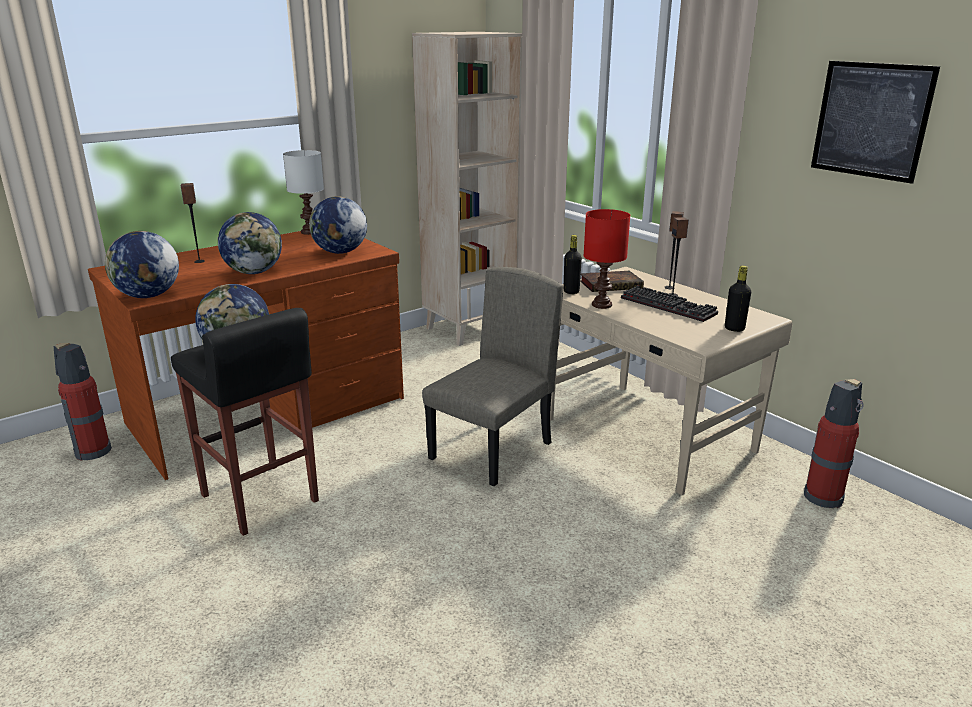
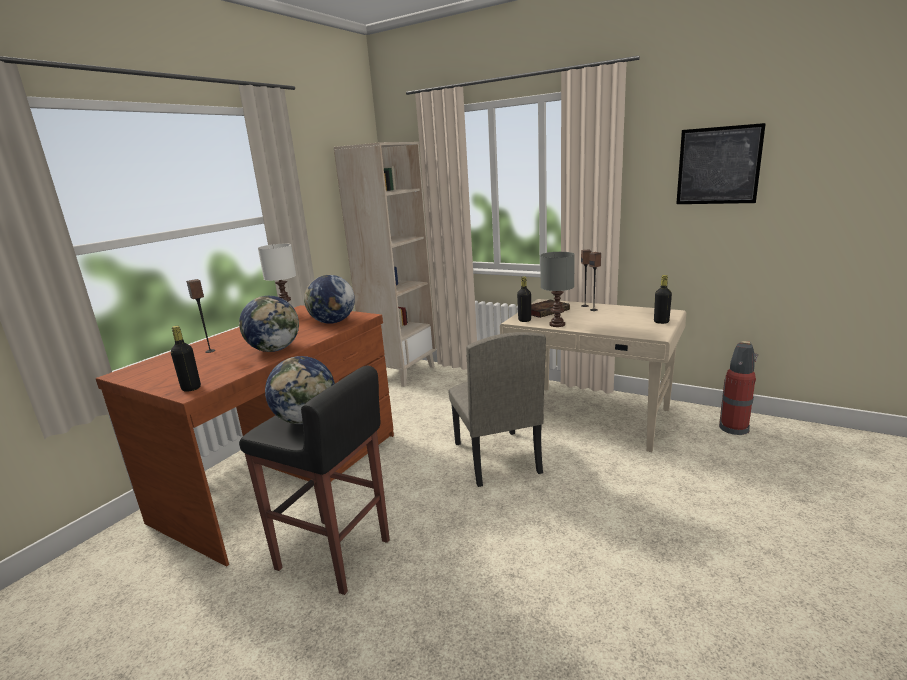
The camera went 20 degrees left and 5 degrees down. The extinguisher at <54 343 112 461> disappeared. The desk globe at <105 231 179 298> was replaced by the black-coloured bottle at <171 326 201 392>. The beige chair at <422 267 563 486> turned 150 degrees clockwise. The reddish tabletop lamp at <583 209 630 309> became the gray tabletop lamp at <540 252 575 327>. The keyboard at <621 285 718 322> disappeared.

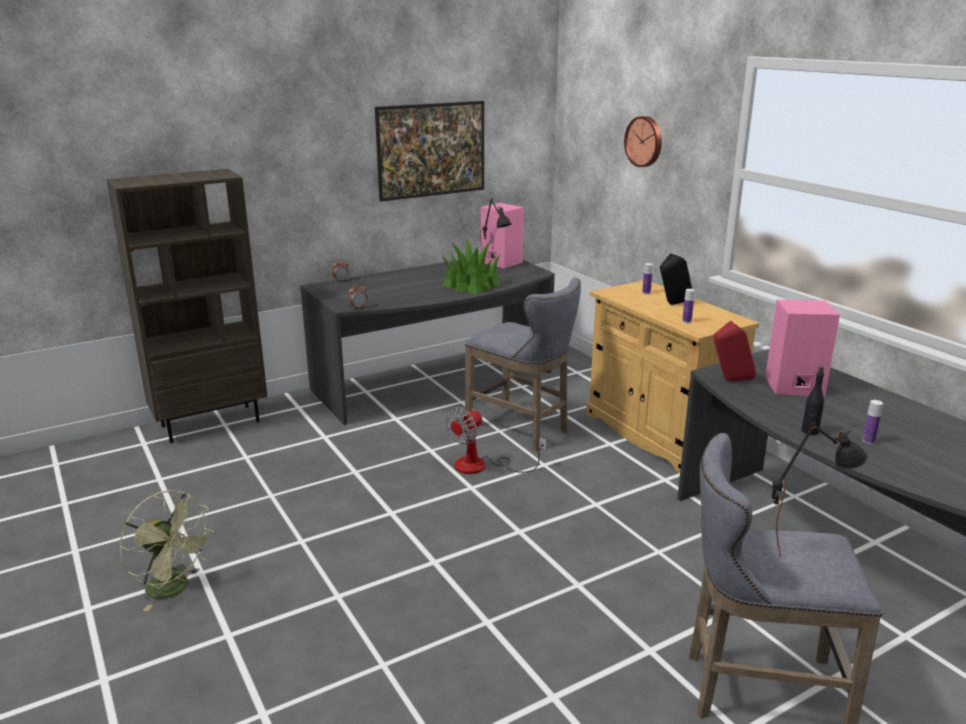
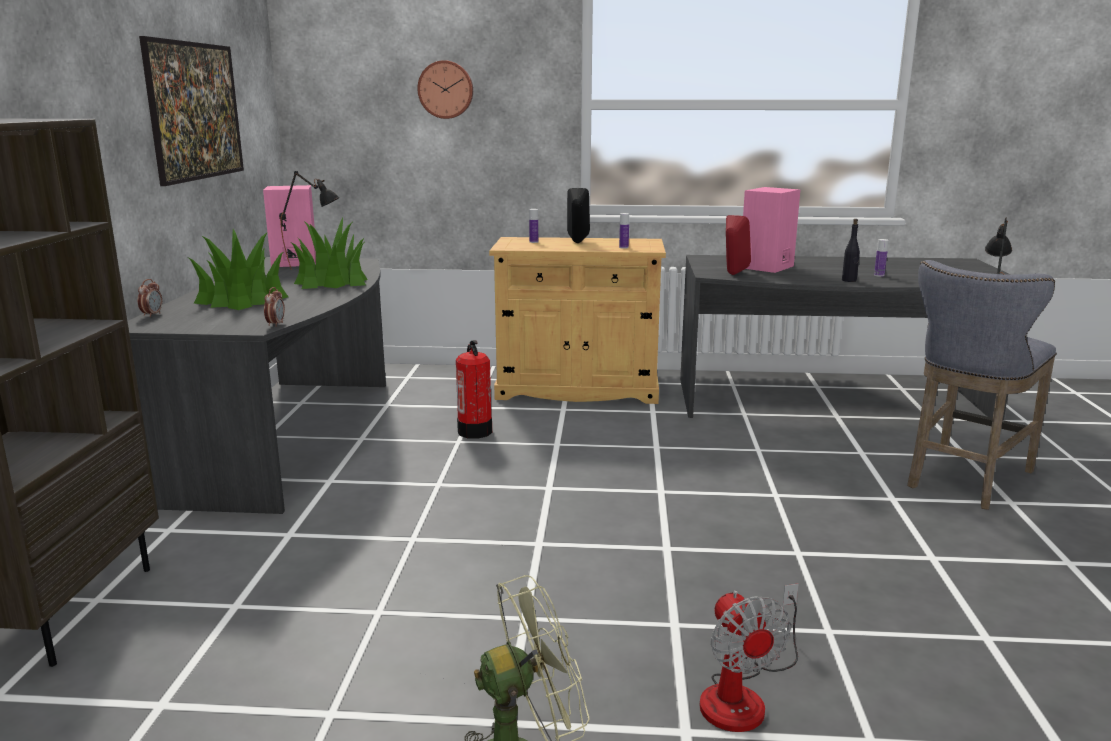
The camera went 55 degrees left and 5 degrees down. The fan moved from <445 407 546 474> to <700 584 799 732>. The gray sitting stool at <465 277 581 451> was replaced by the extinguisher at <456 340 492 439>. The plant in a pot at <189 229 288 310> appeared.

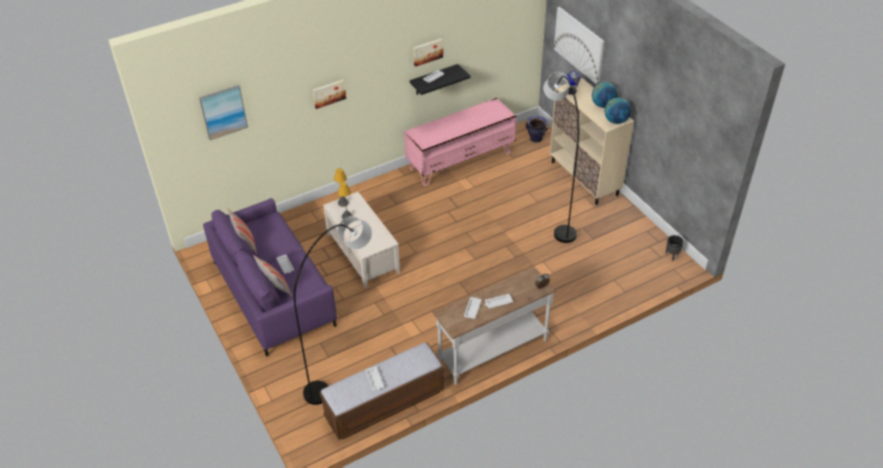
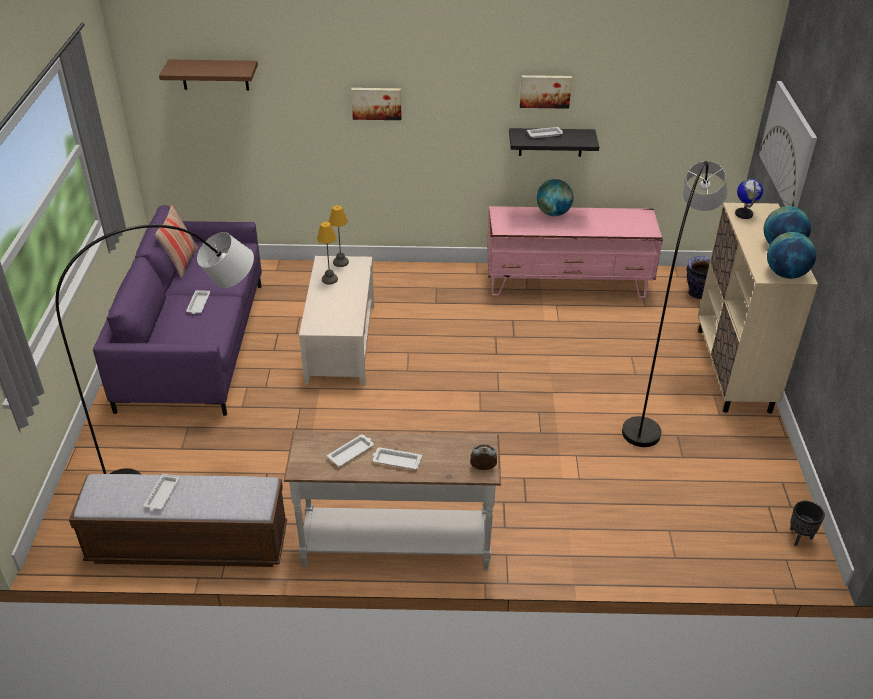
The camera went 30 degrees right and 5 degrees down. The wall picture at <199 85 248 140> was replaced by the brownish bracket shelf at <159 60 258 91>. The cushion at <253 255 292 296> disappeared. The desk globe at <536 179 573 216> appeared.

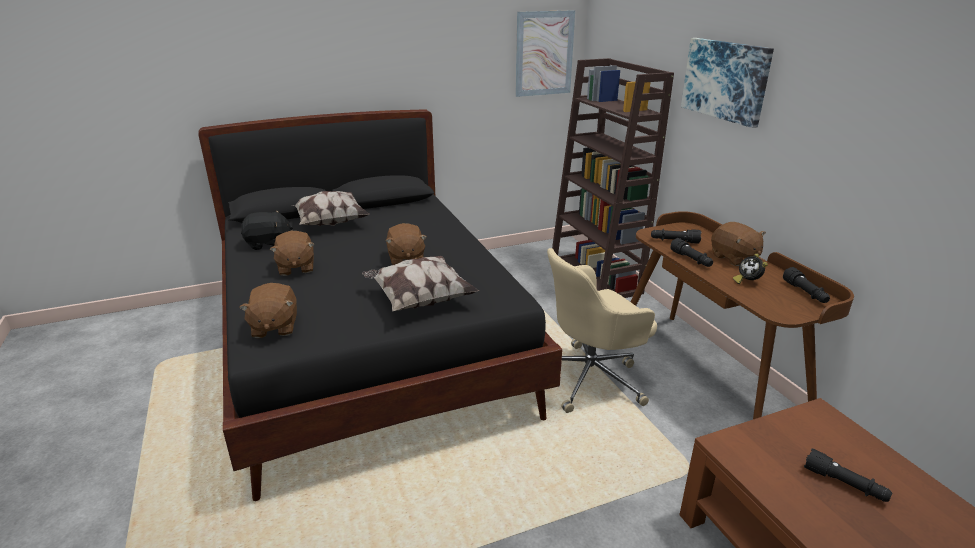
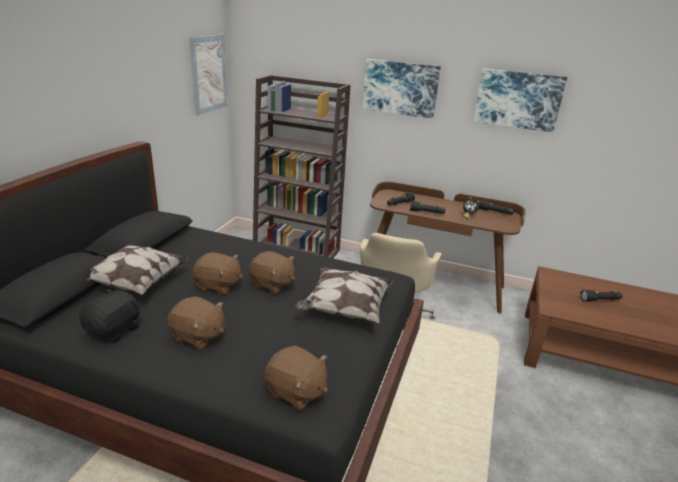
The camera went 50 degrees left and 0 degrees up. The brownish cuddly toy moved from <711 222 766 266> to <193 252 243 295>. The wall picture at <473 68 567 132> appeared.

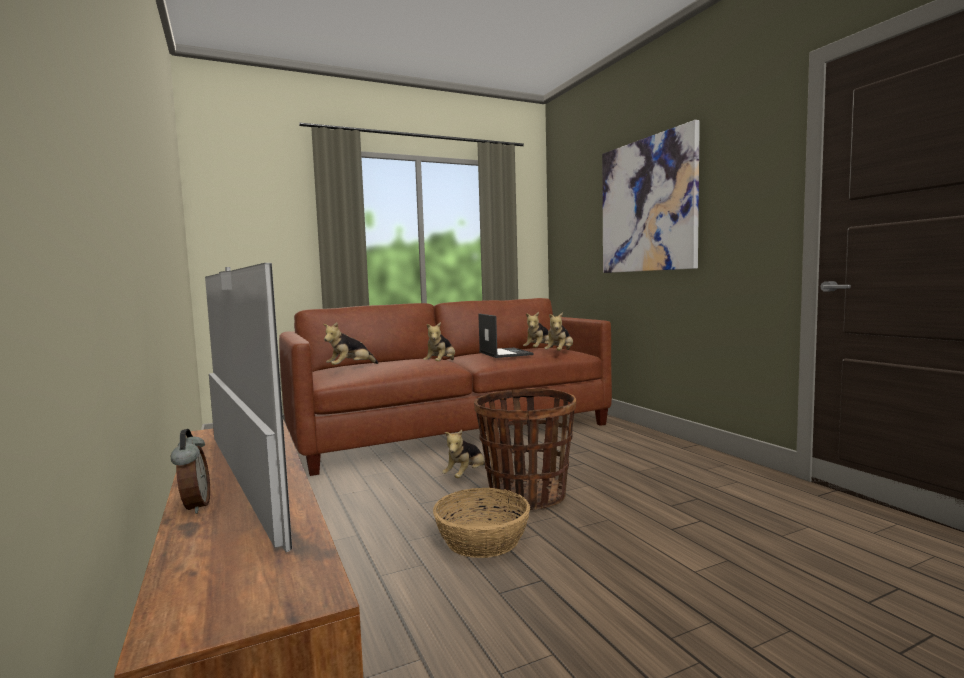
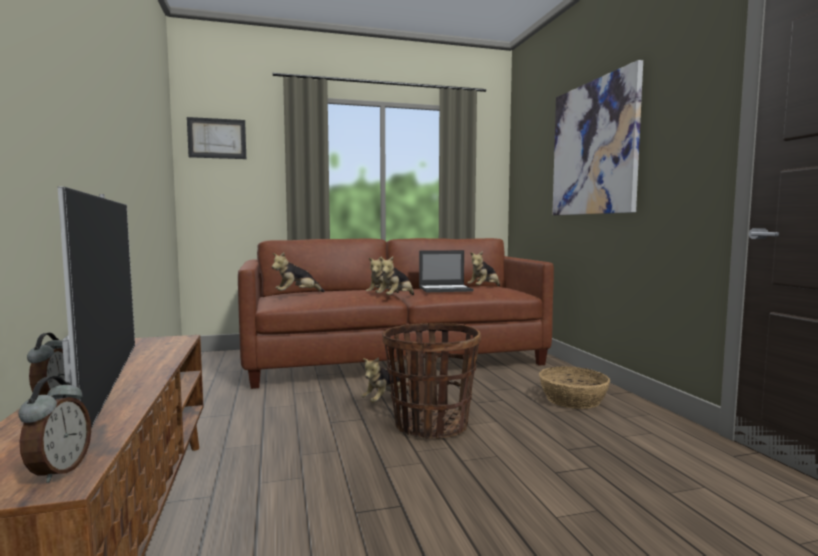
The camera went 10 degrees right and 0 degrees up. The household basket moved from <433 488 530 558> to <539 366 610 409>. The portable computer at <478 313 534 358> turned 90 degrees clockwise. The cuddly toy moved from <544 312 573 351> to <377 256 414 295>. The alarm clock at <19 376 91 483> appeared. The wall picture at <187 117 246 159> appeared.

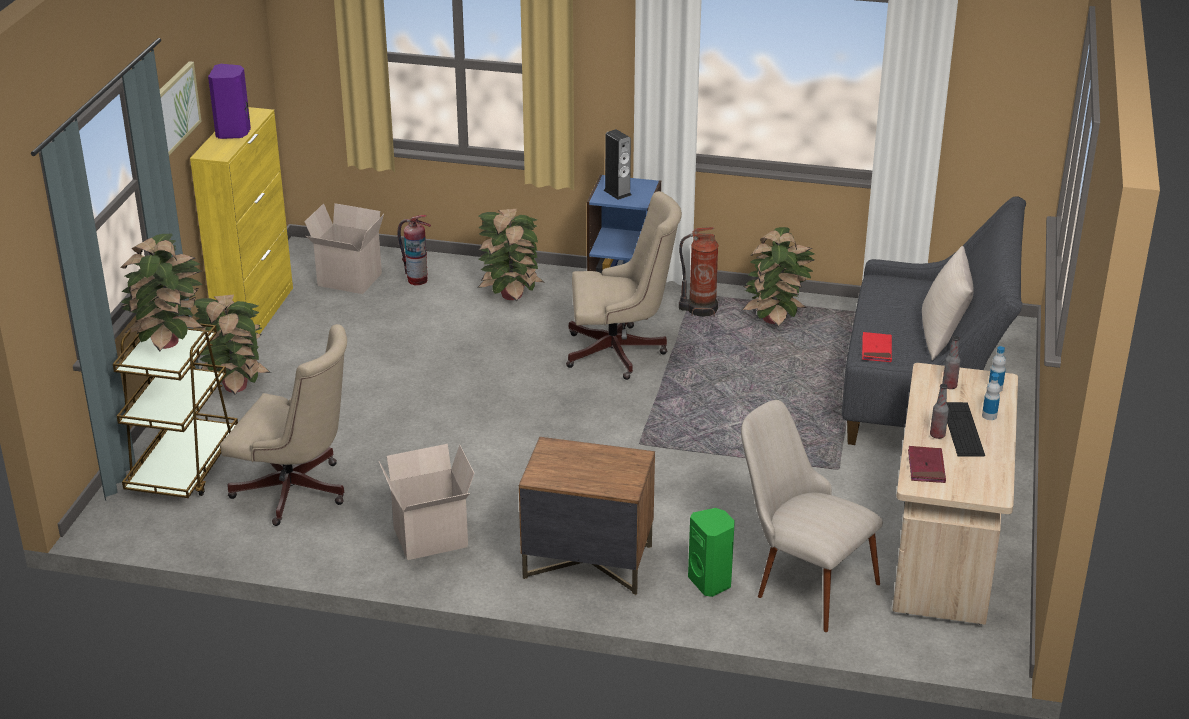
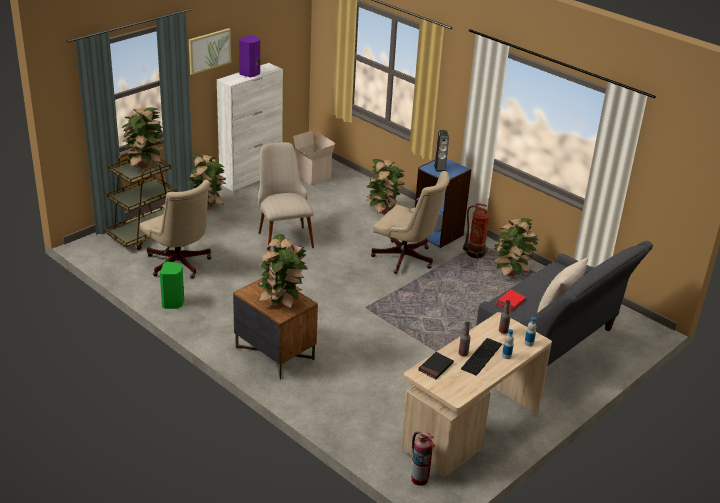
The camera went 30 degrees right and 0 degrees up. The yellowish cabinet at <190 107 293 334> became the white-coloured cabinet at <217 63 283 191>. The carton at <379 444 474 560> disappeared. The extinguisher moved from <397 215 431 286> to <411 431 436 486>. The green speaker moved from <688 508 735 597> to <160 261 184 309>. The beige chair moved from <741 400 883 632> to <258 142 314 250>. The reddish bound book at <908 446 946 483> became the black-coloured bound book at <418 352 454 379>. The plant in a pot at <258 234 308 309> appeared.

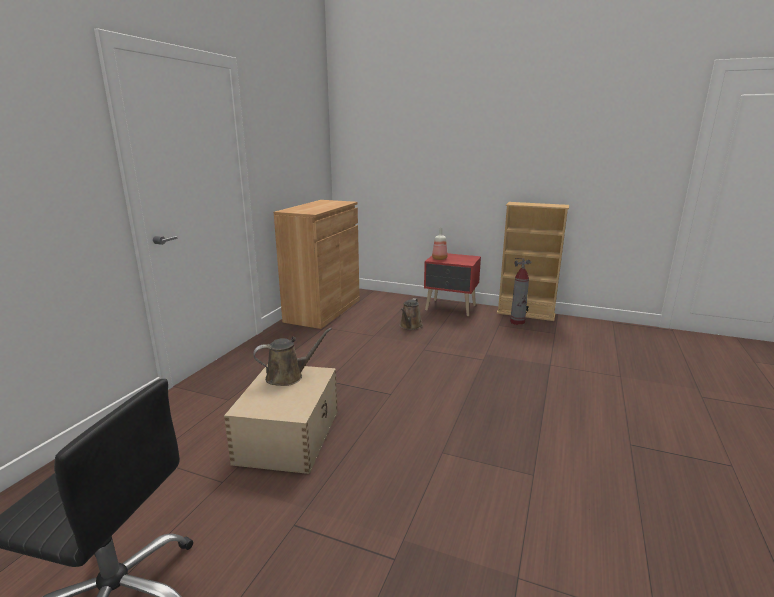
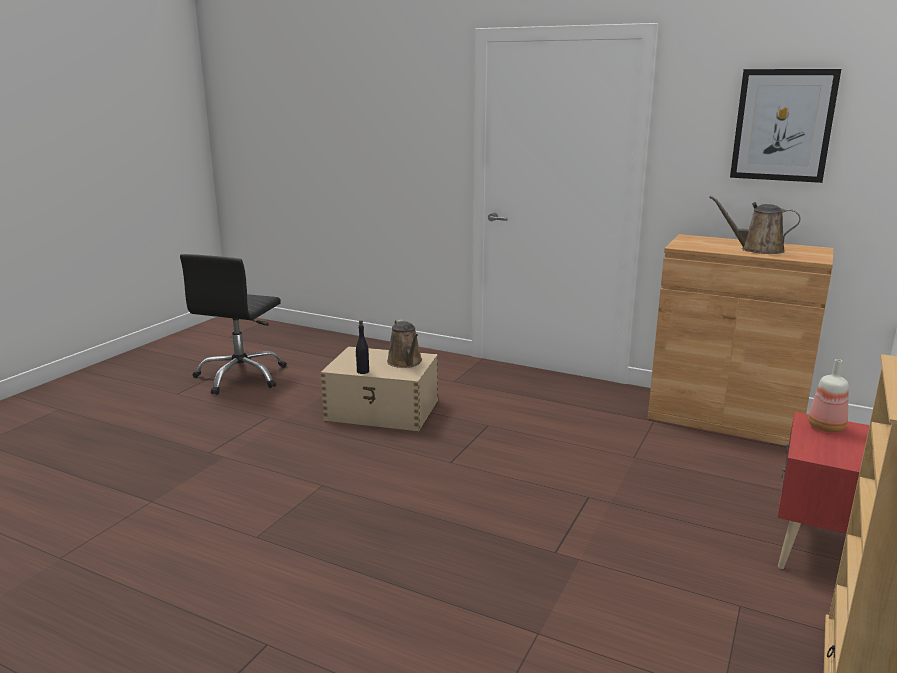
The camera went 95 degrees right and 0 degrees up. The brownish watering can moved from <400 298 423 330> to <709 195 801 254>. The extinguisher at <510 258 532 325> disappeared. The black-coloured bottle at <355 321 369 374> appeared. The wall picture at <730 69 841 183> appeared.

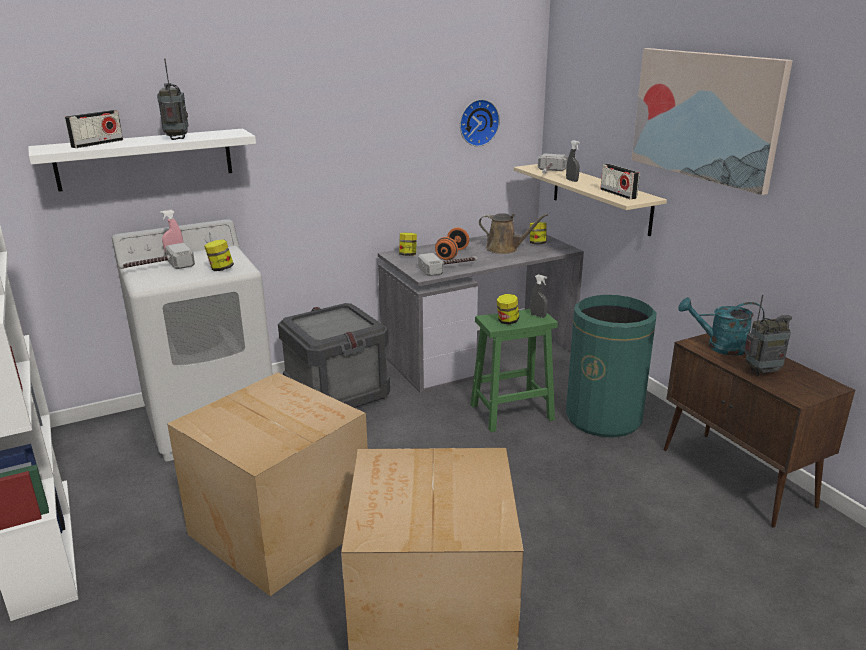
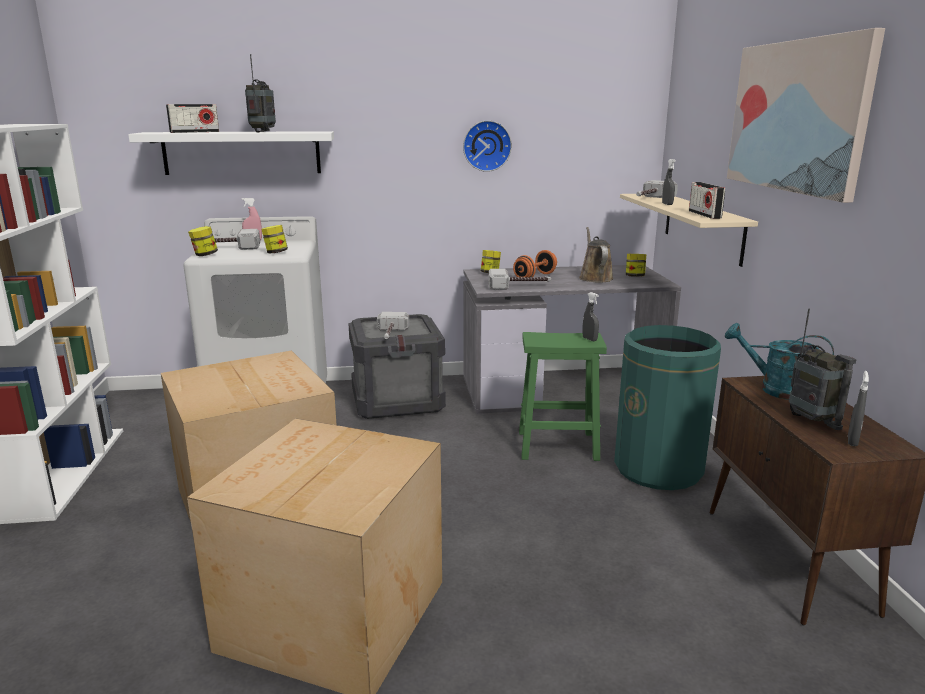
The camera went 20 degrees right and 5 degrees down. The hanging clock moved from <460 99 500 147> to <463 120 512 172>. The brownish watering can at <479 213 548 254> turned 135 degrees counterclockwise. The storage jar moved from <497 294 519 324> to <188 226 218 256>. The radio at <744 295 792 376> turned 60 degrees clockwise. The hammer at <377 312 409 339> appeared. The gray spray bottle at <848 371 869 446> appeared.

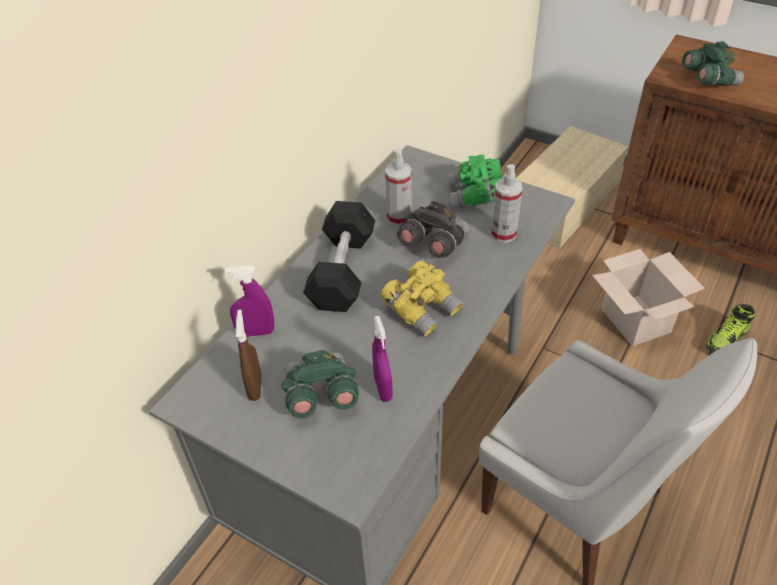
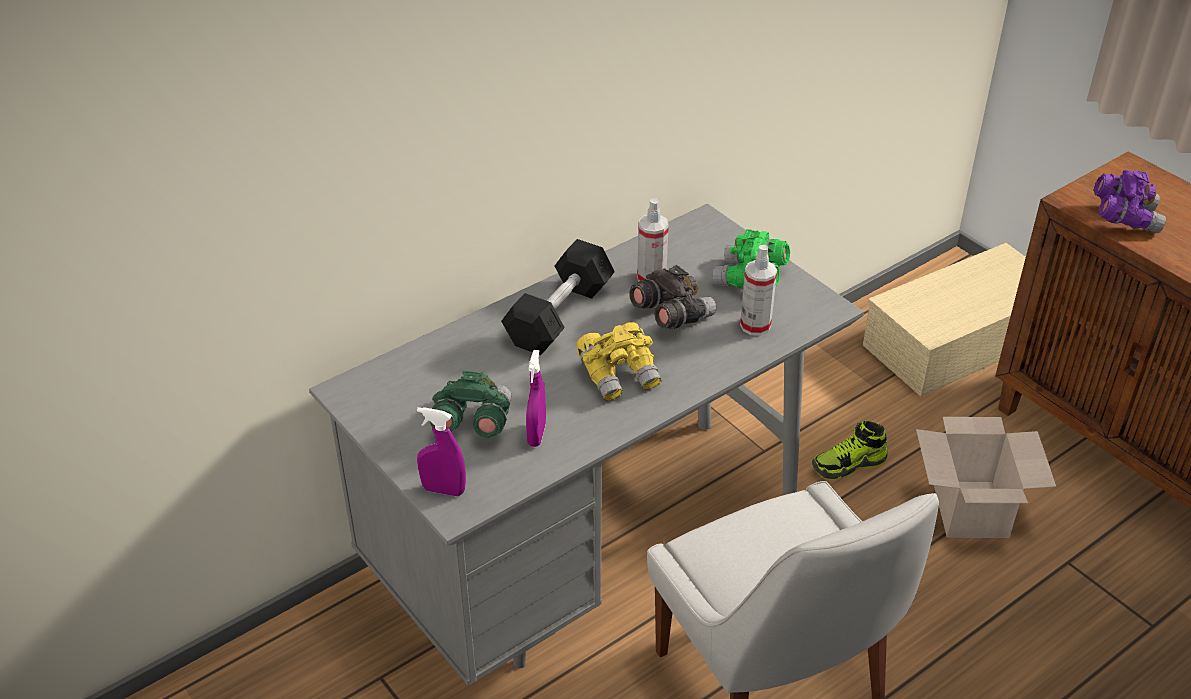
The camera went 20 degrees right and 5 degrees down. The purple-coloured spray bottle moved from <224 265 274 337> to <417 407 466 496>. The brownish spray bottle at <236 310 261 401> disappeared. The green field glasses at <682 41 744 86> became the purple-coloured field glasses at <1094 170 1166 233>. The low shoe moved from <706 304 755 353> to <812 421 888 480>.

